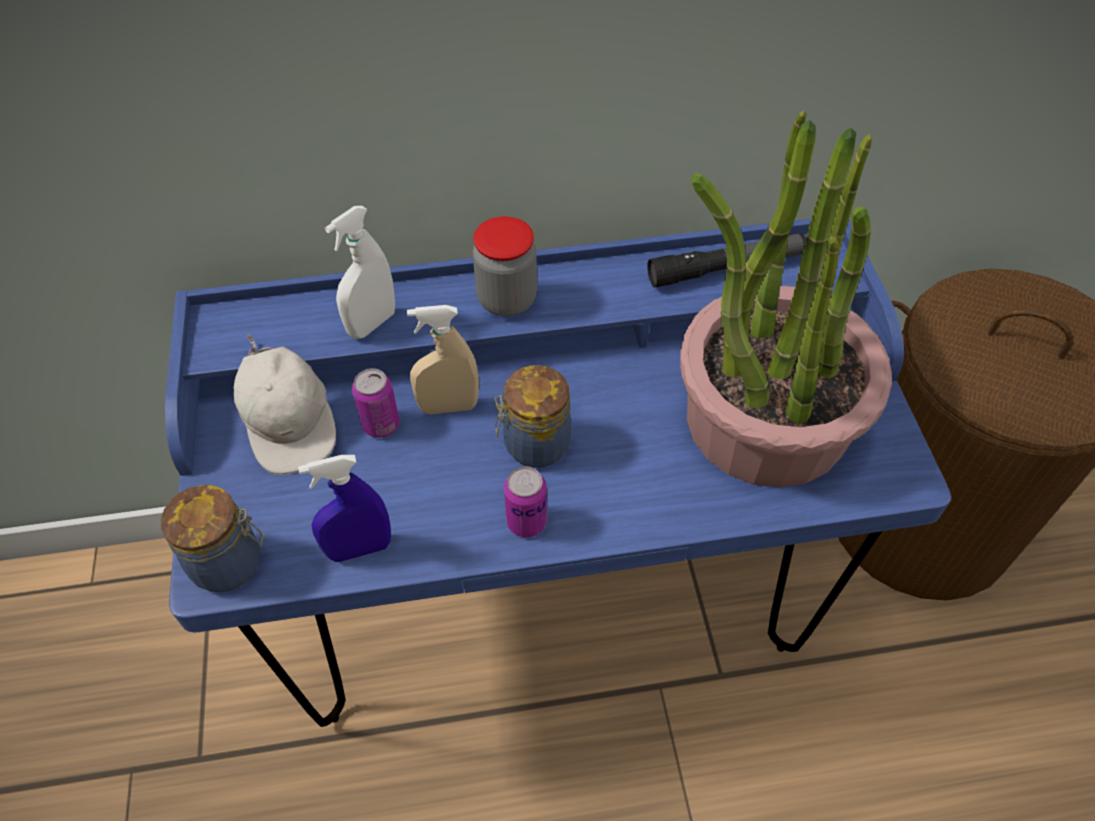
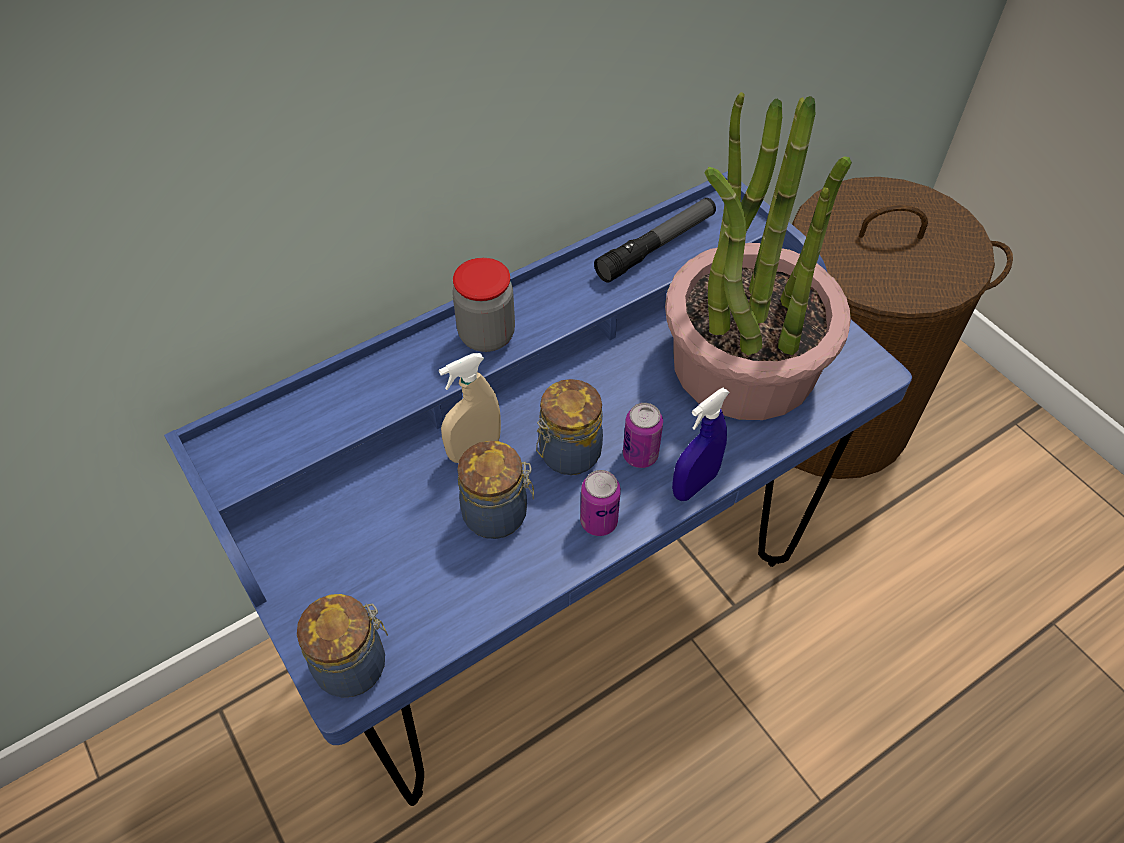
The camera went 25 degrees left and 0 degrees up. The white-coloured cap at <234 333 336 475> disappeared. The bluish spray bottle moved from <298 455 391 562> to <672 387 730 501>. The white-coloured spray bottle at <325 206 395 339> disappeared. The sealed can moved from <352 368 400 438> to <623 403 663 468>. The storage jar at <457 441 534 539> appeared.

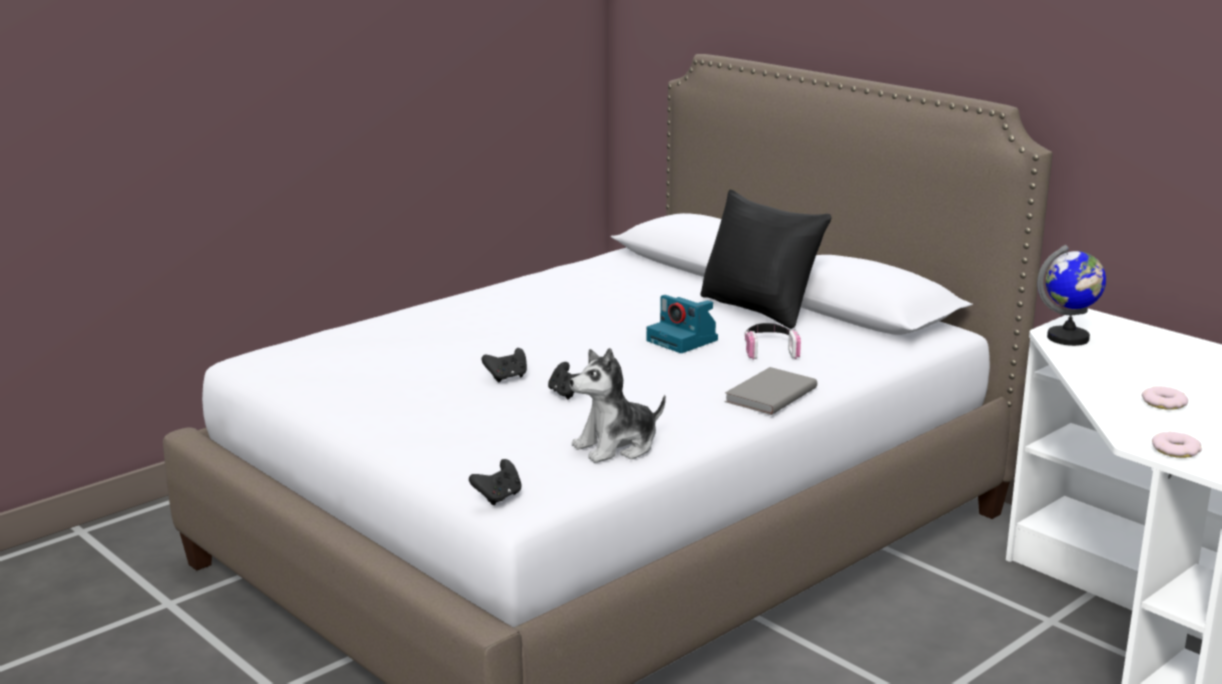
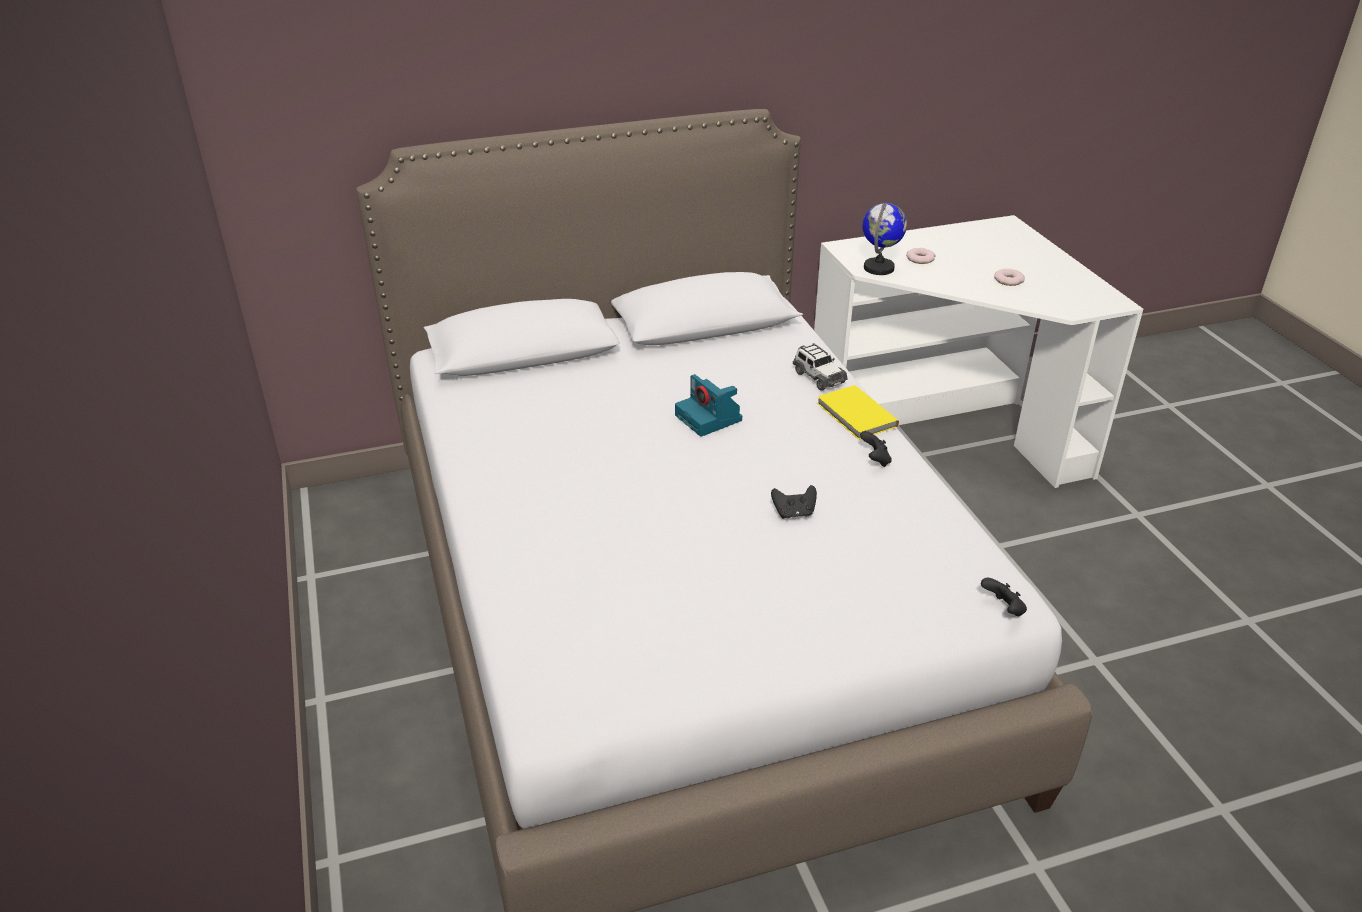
The camera went 65 degrees left and 15 degrees up. The black-coloured game controller moved from <481 348 527 382> to <860 431 892 467>. The cuddly toy at <570 348 666 463> disappeared. The photo camera at <647 295 718 353> turned 75 degrees clockwise. The black-coloured cushion at <701 190 832 329> disappeared. The gray bound book at <725 367 817 415> became the yellowish bound book at <817 385 899 440>. The pair of headphones at <744 323 801 360> disappeared. The donut moved from <1152 432 1202 458> to <906 248 935 264>. The model car at <793 343 848 391> appeared.

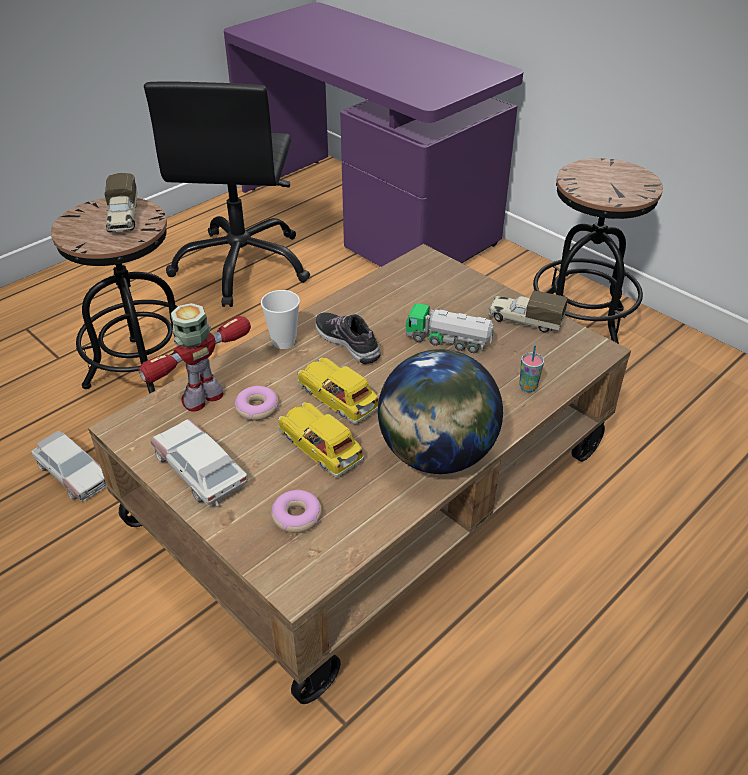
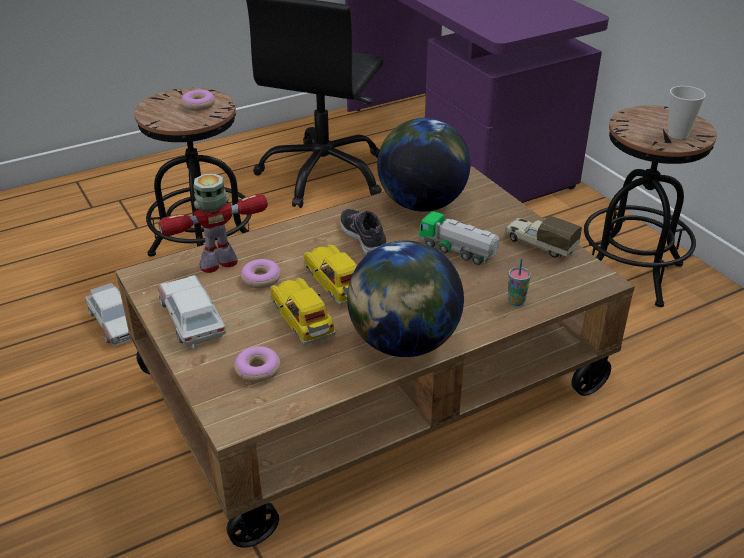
The camera went 15 degrees right and 5 degrees down. The toy truck at <105 173 138 232> was replaced by the donut at <181 90 215 111>. The small cup moved from <261 290 300 349> to <668 86 706 139>. The desk globe at <377 118 470 212> appeared.

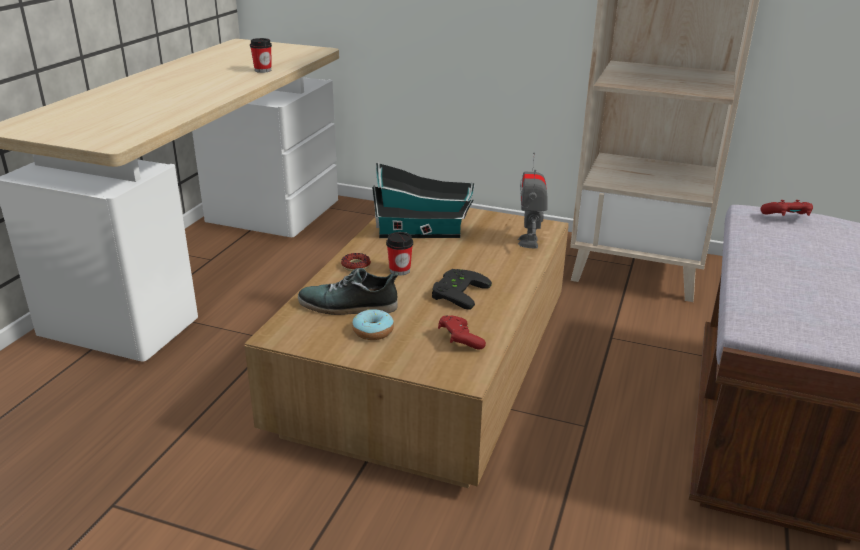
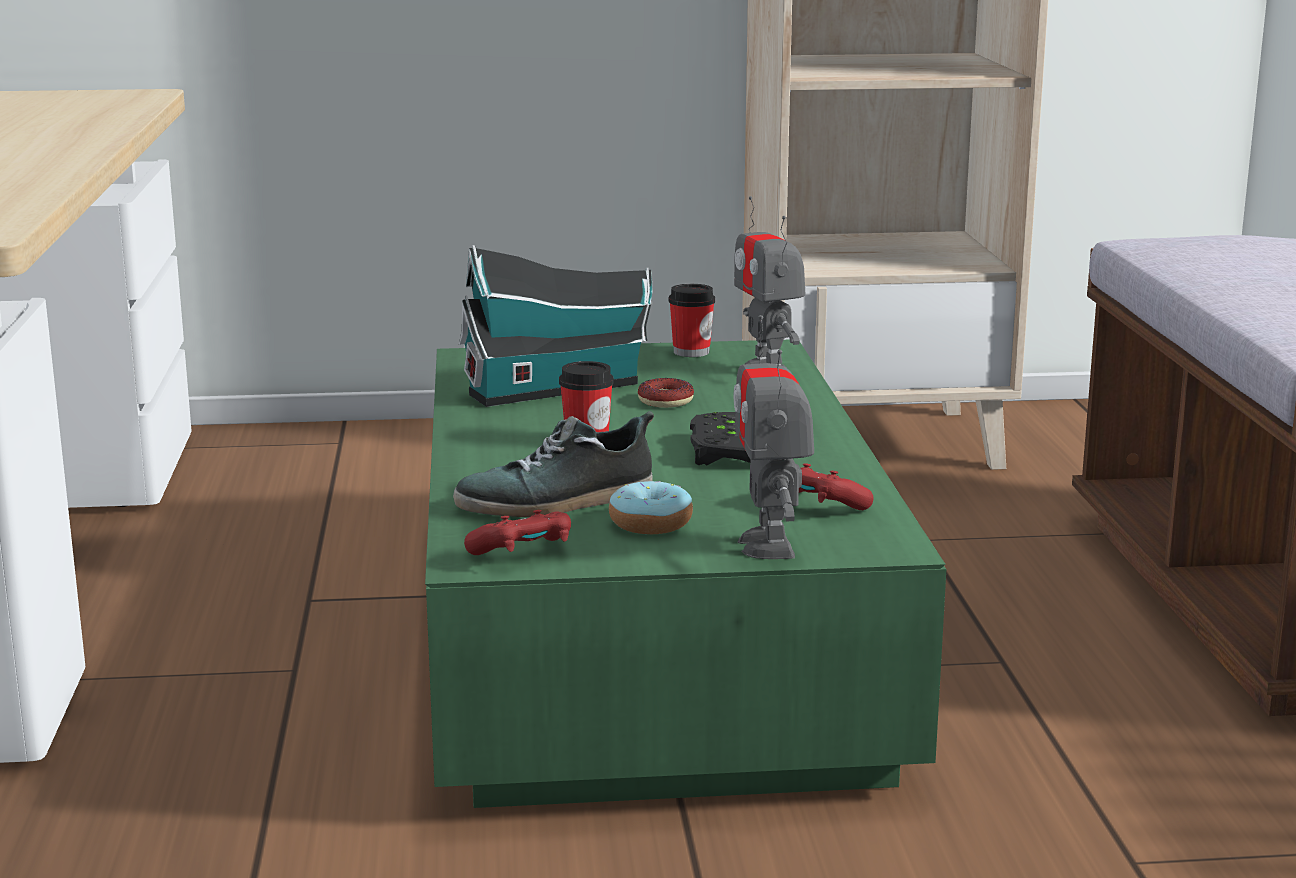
The camera went 25 degrees left and 10 degrees down. The brownish coffee table at <244 208 569 488> became the green coffee table at <425 340 946 808>. The small cup moved from <250 38 272 73> to <668 284 715 357>. The donut moved from <341 253 371 272> to <638 378 694 408>. The reddish game controller moved from <761 200 813 216> to <464 510 571 555>. The robot figure at <734 315 814 559> appeared.

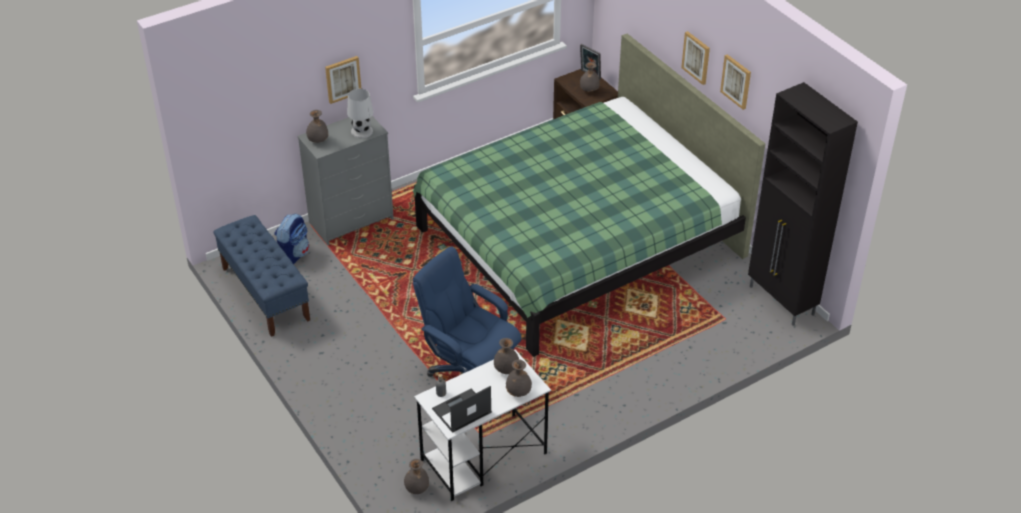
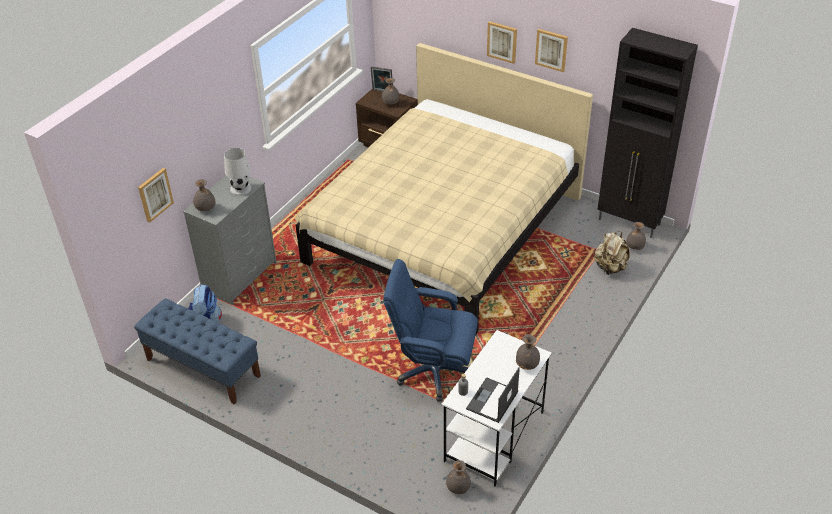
The camera went 25 degrees left and 0 degrees up. The wall picture moved from <325 56 361 104> to <138 168 174 223>. The green sleeping bed at <413 34 765 357> became the beige sleeping bed at <295 43 593 334>. The gray vase moved from <494 338 519 374> to <626 222 646 250>. The beige knapsack at <594 231 629 275> appeared.

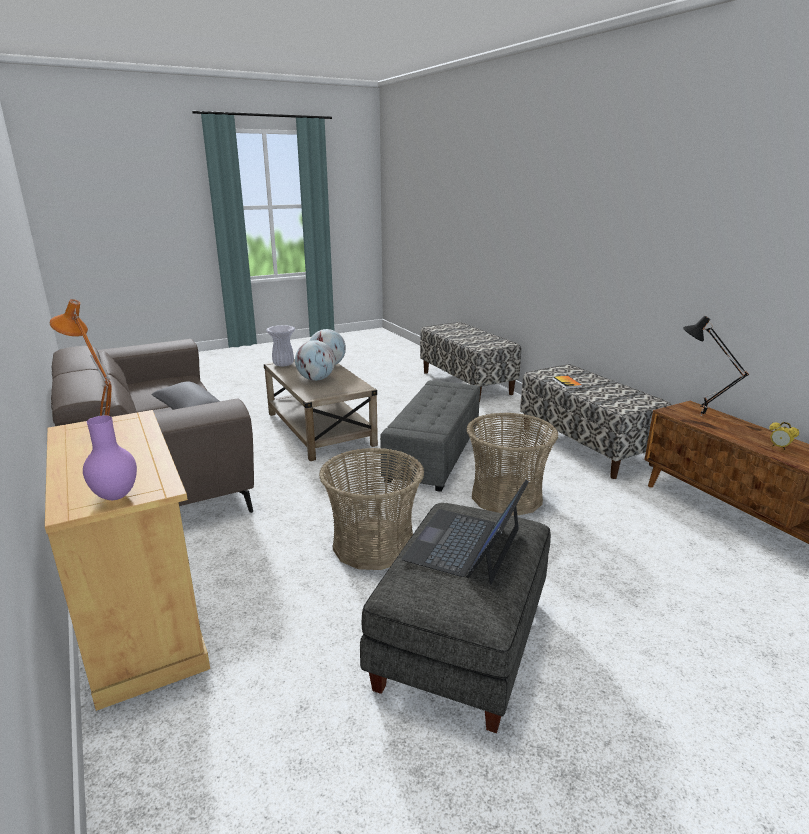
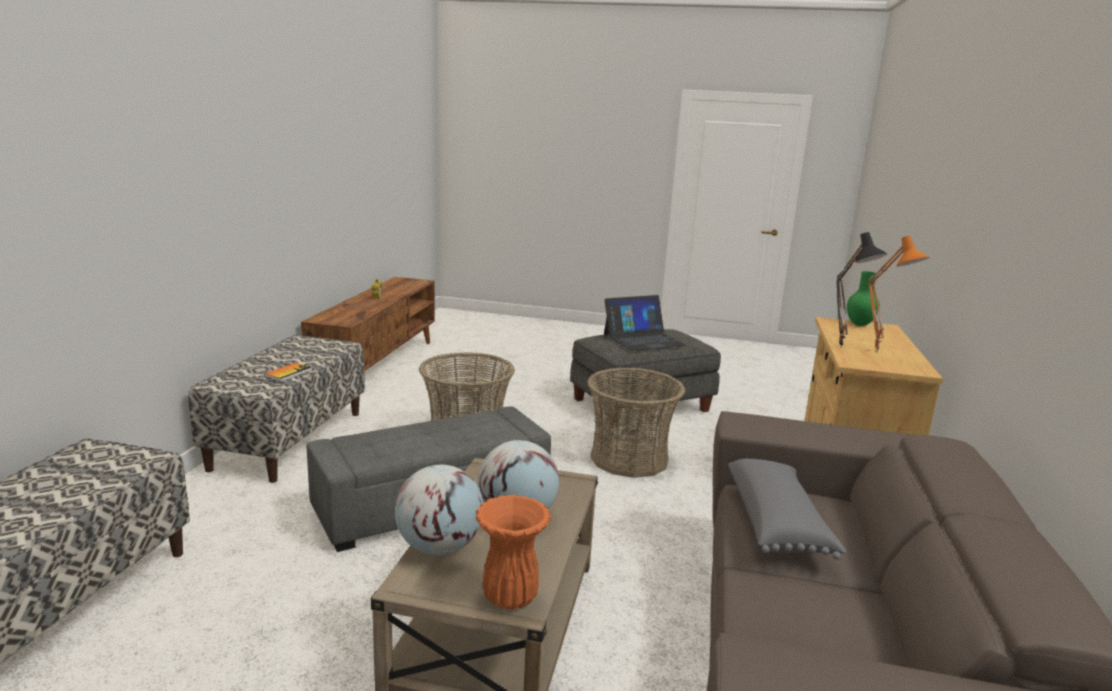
The camera went 140 degrees left and 5 degrees down. The purple-coloured vase at <83 415 137 500> became the green vase at <847 271 880 326>. The white-coloured vase at <266 325 295 367> became the orange-coloured vase at <476 495 551 609>. The black-coloured tabletop lamp moved from <683 316 749 416> to <837 232 887 348>.

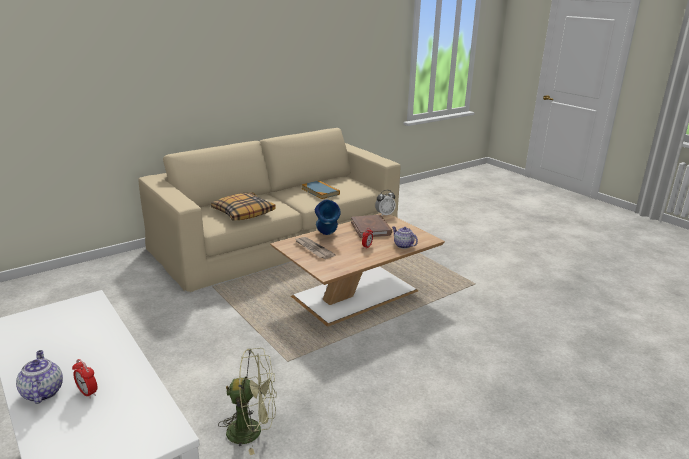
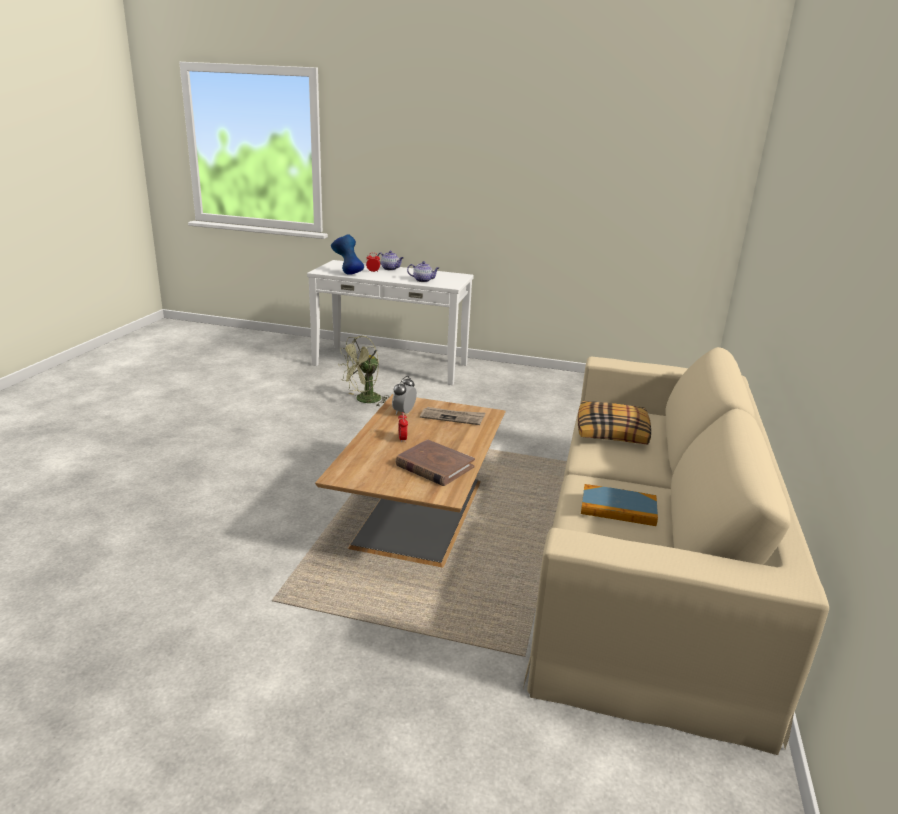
The camera went 140 degrees right and 0 degrees up. The bluish vase moved from <315 200 341 235> to <331 234 364 275>. The alarm clock moved from <375 190 396 216> to <392 376 417 415>. The pot for tea moved from <392 226 418 249> to <407 261 439 282>.

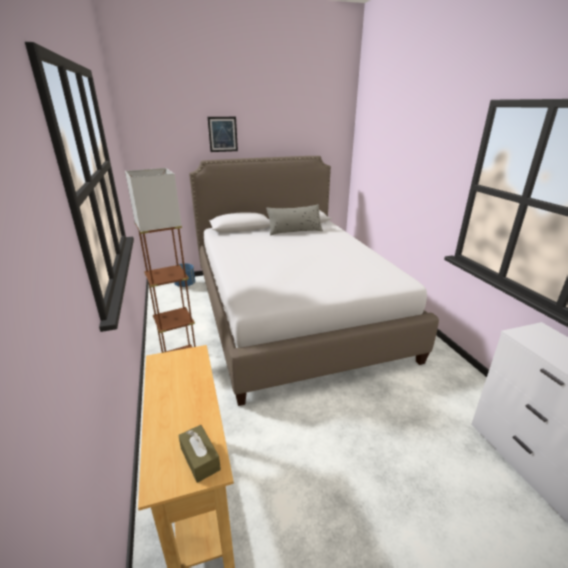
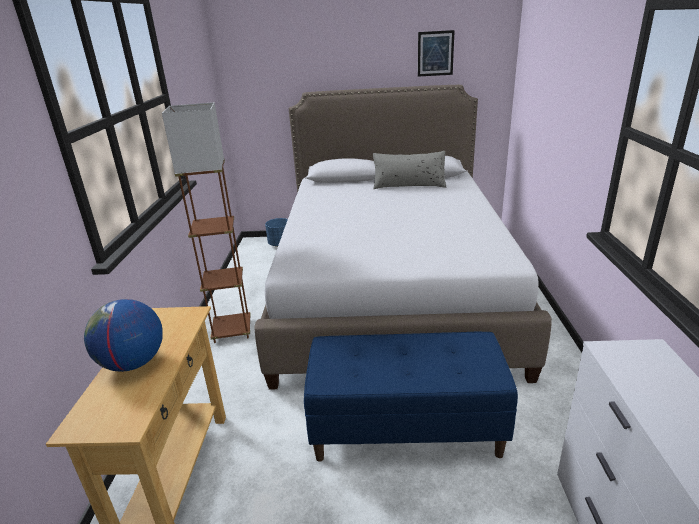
The camera went 20 degrees right and 0 degrees up. The brownish tissue box at <178 425 221 483> disappeared. The wall picture moved from <207 117 238 152> to <418 30 455 77>. The desk globe at <84 299 163 372> appeared. The bluish long seat at <304 332 518 462> appeared.

